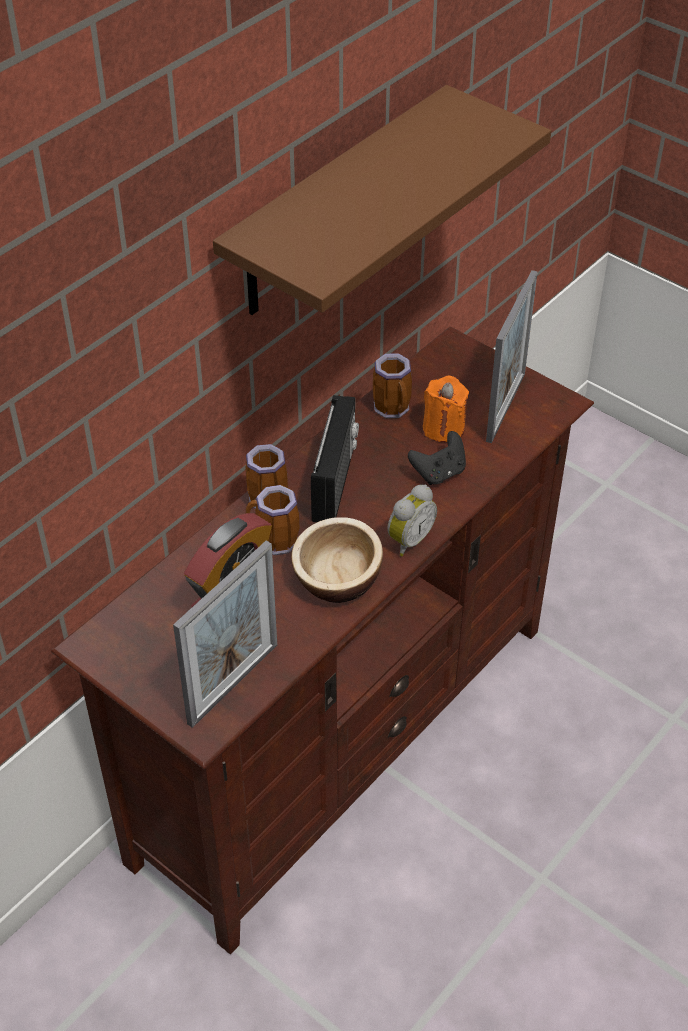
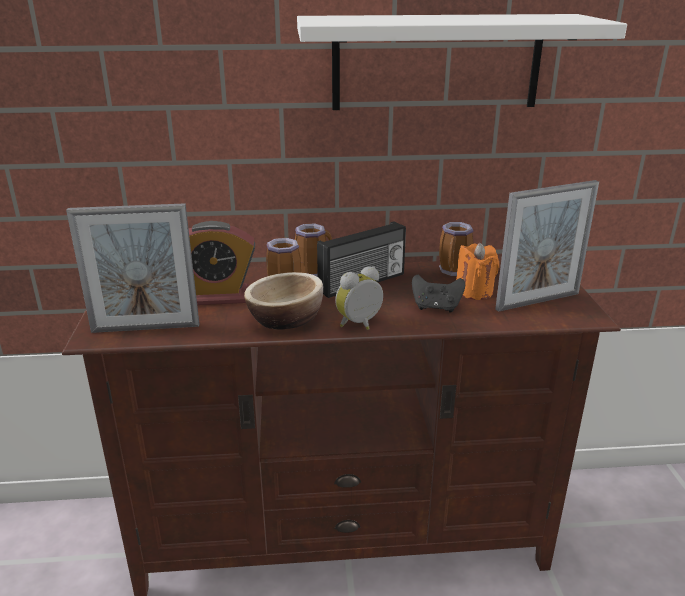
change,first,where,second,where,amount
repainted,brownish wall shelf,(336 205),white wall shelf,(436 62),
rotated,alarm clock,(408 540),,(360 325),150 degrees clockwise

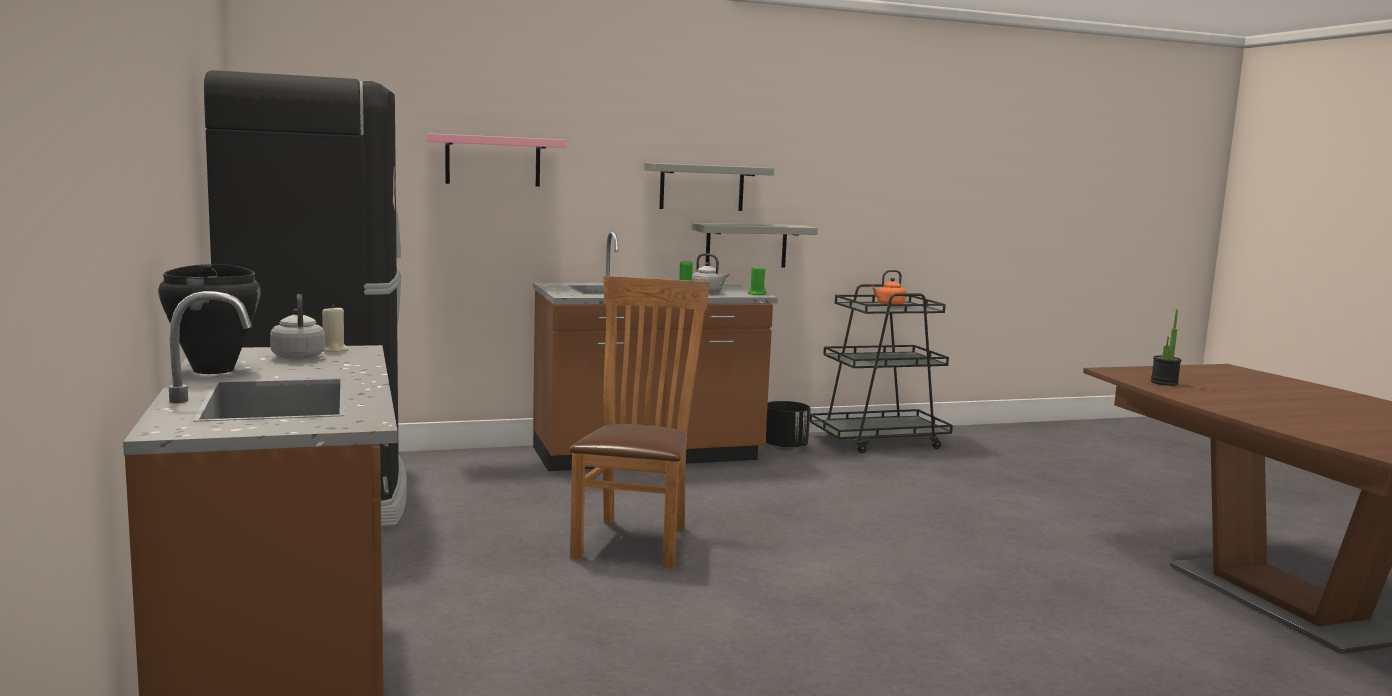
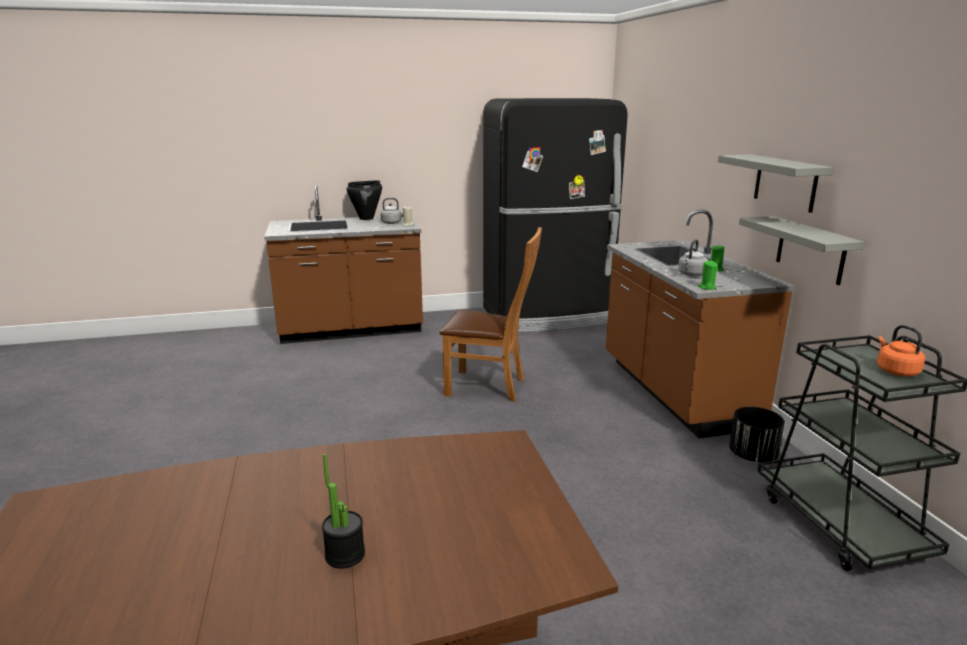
change,first,where,second,where,amount
gone,pink-coloured wall shelf,(493 161),,,
shifted,potted plant,(1164 383),,(345 555),

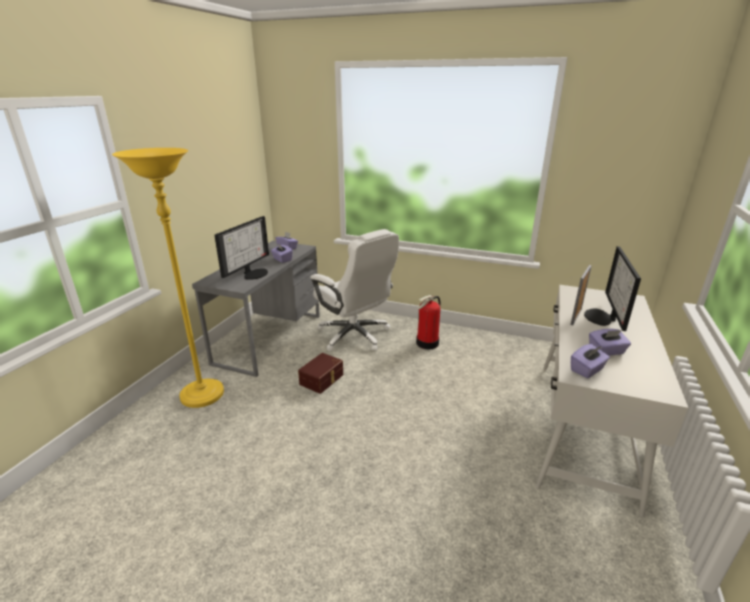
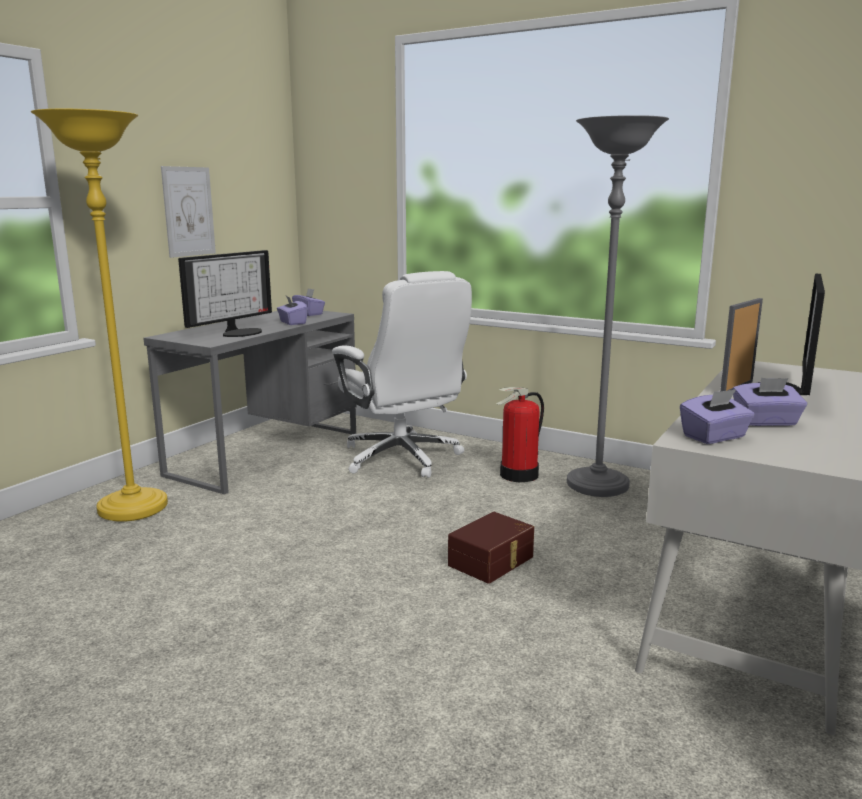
change,first,where,second,where,amount
shifted,brownish storage container,(322 379),,(492 561),
new,,,gray floor lamp,(597 486),
new,,,wall picture,(188 211),

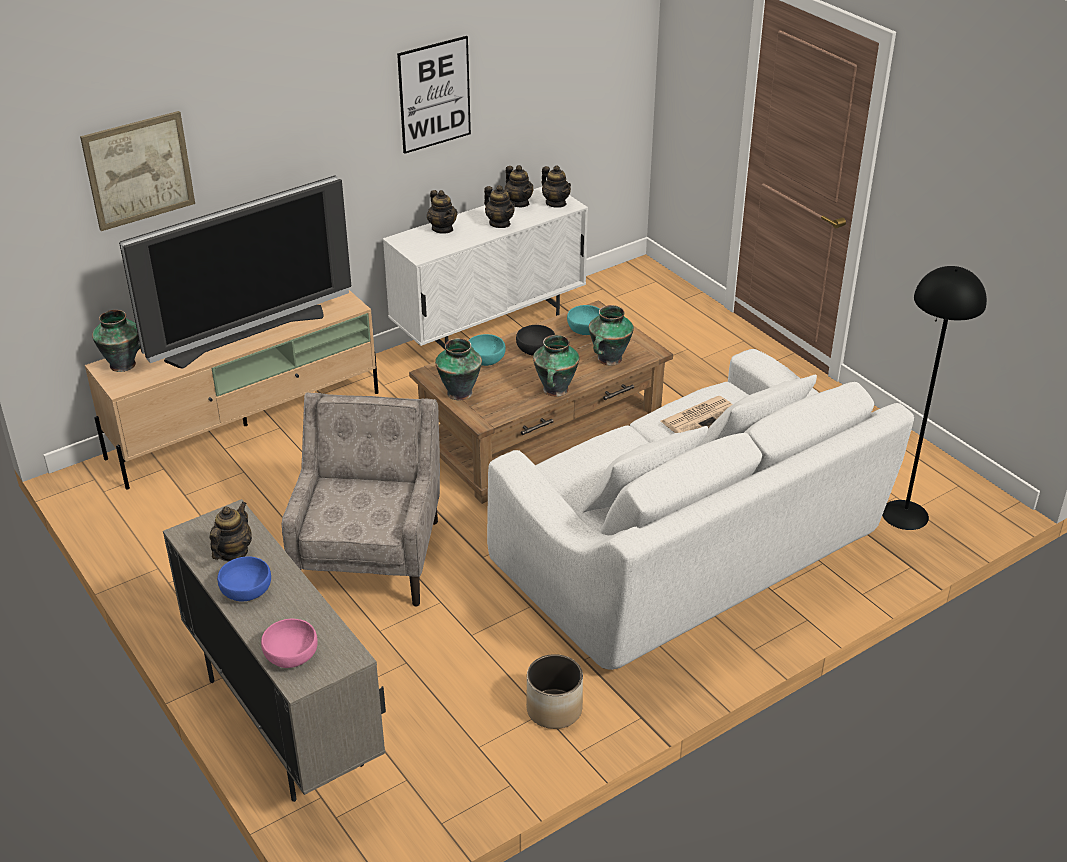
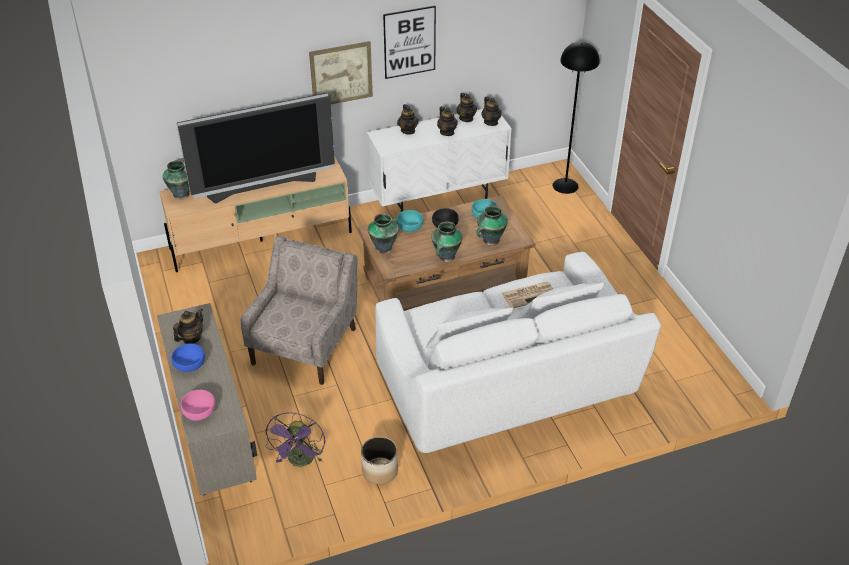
change,first,where,second,where,amount
shifted,wall picture,(139 170),,(341 74),
shifted,blackish floor lamp,(905 515),,(565 186),
new,,,purplish electric fan,(300 461),

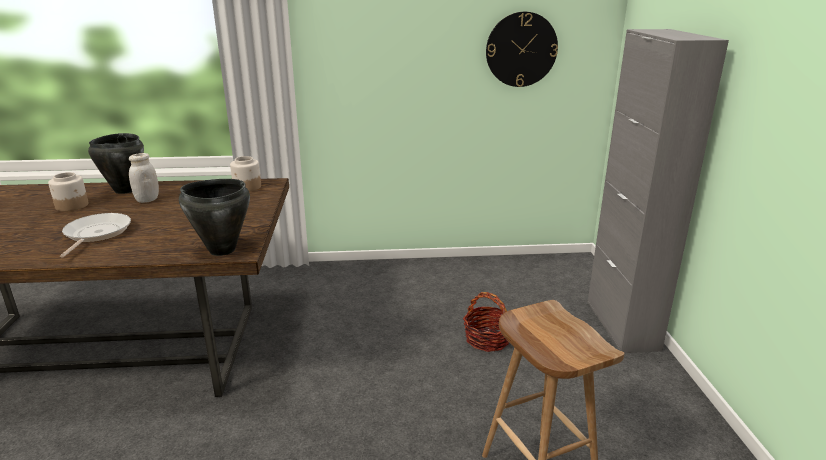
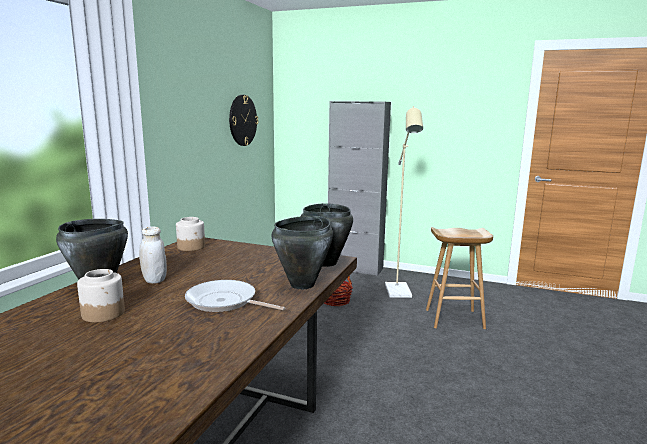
change,first,where,second,where,amount
new,,,beige floor lamp,(399 293),
new,,,blackish saucepot,(303 284),

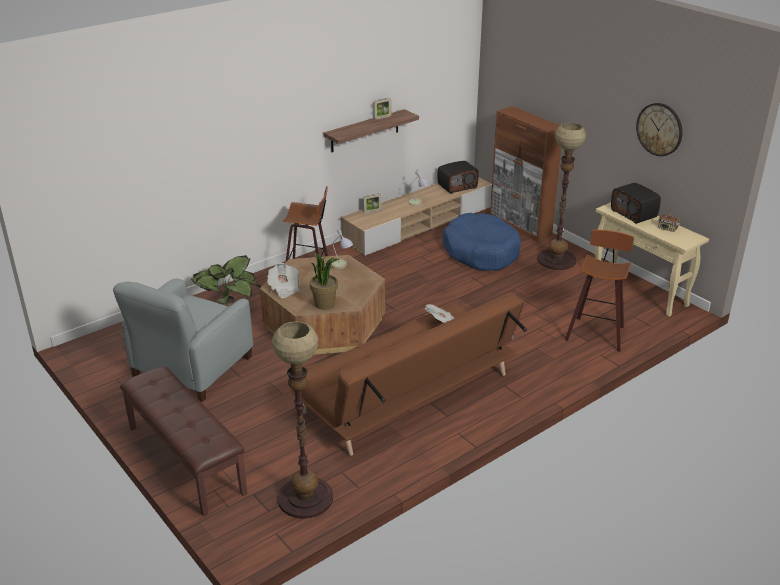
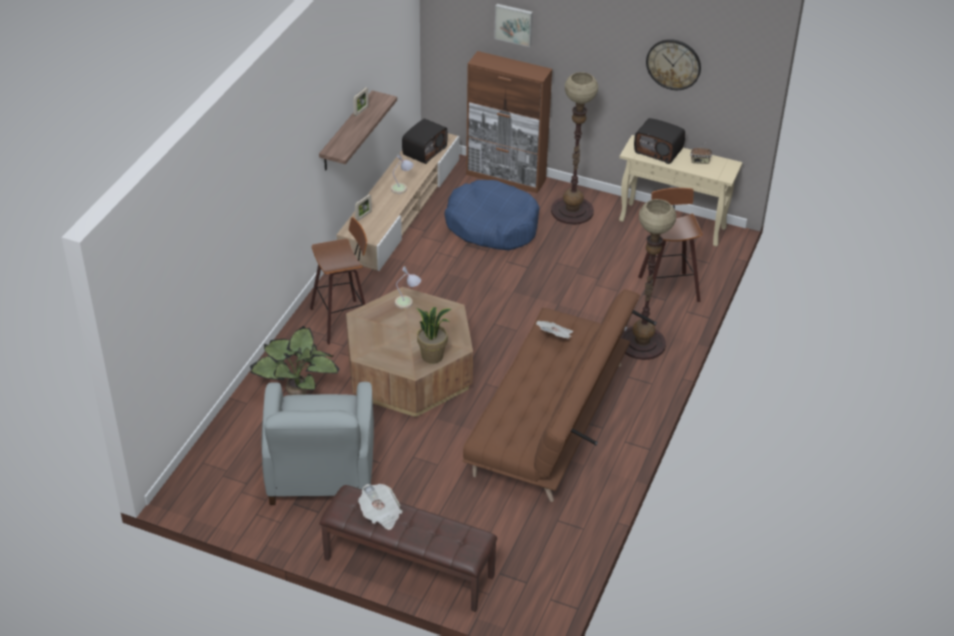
change,first,where,second,where,amount
shifted,newspaper,(284 288),,(380 514),
shifted,floor lamp,(305 498),,(642 343),
new,,,wall picture,(514 24),

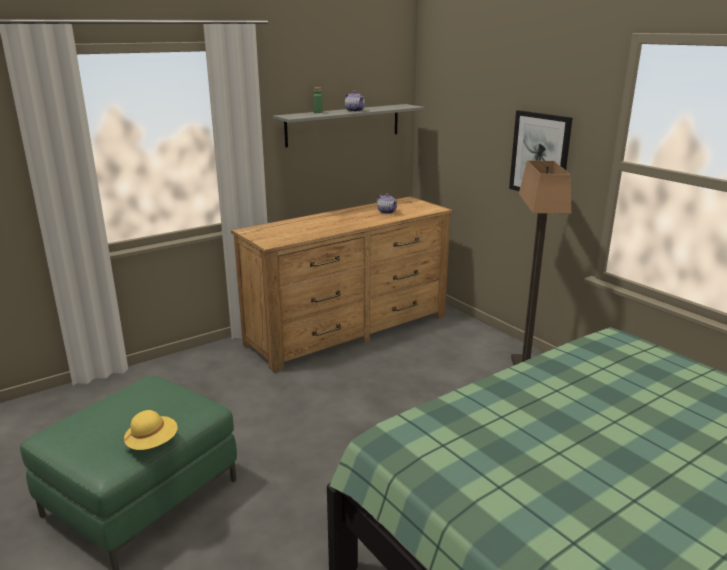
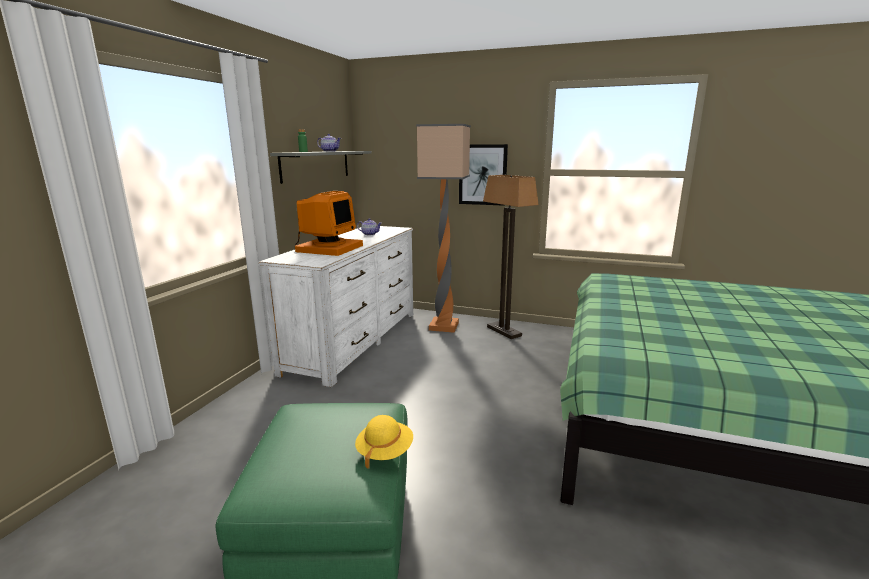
change,first,where,second,where,amount
repainted,brownish drawer chest,(348 330),white drawer chest,(354 340),
new,,,floor lamp,(445 326),
new,,,computer display,(328 248),

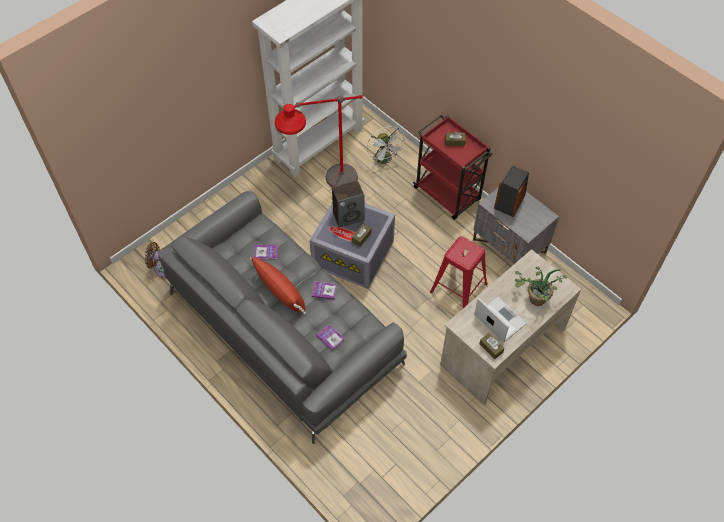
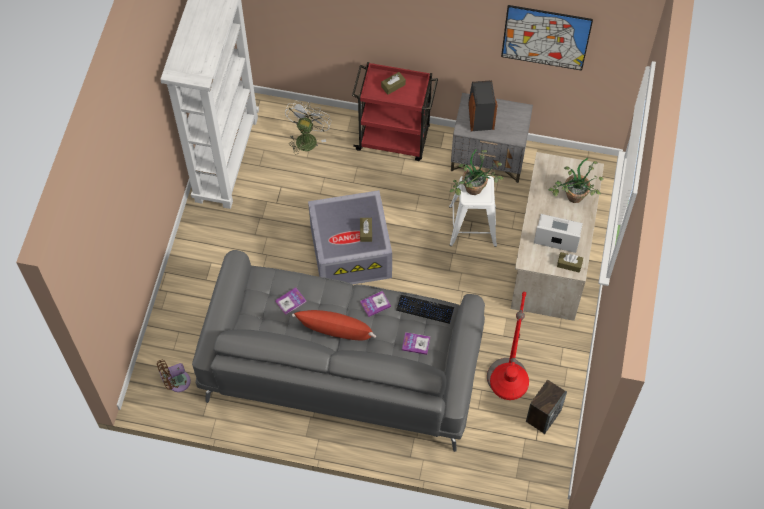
change,first,where,second,where,amount
shifted,red floor lamp,(324 189),,(502 404),
rotated,white electric fan,(385 160),,(307 138),105 degrees counterclockwise
shifted,audio speaker,(348 216),,(543 415),
repainted,red sitting stool,(458 287),white sitting stool,(472 225),
new,,,wall picture,(545 37),
new,,,potted plant,(473 192),
new,,,PC keyboard,(425 309),

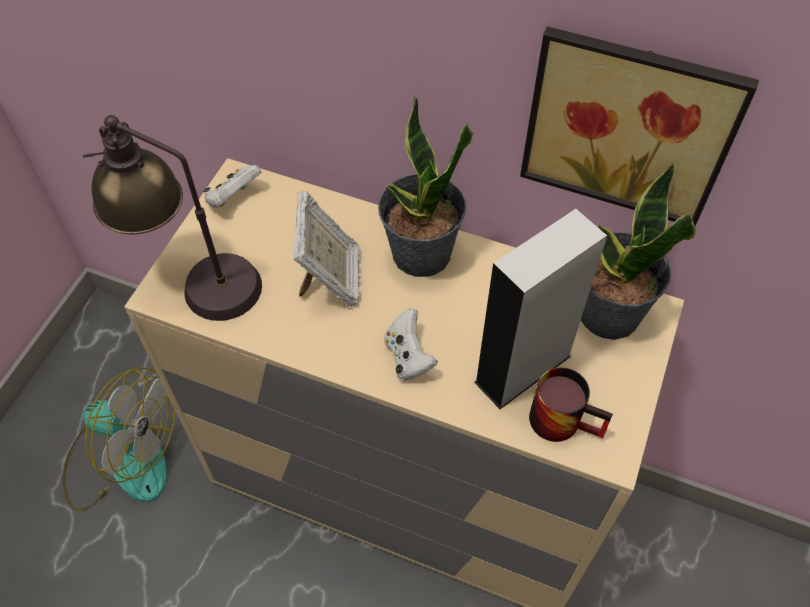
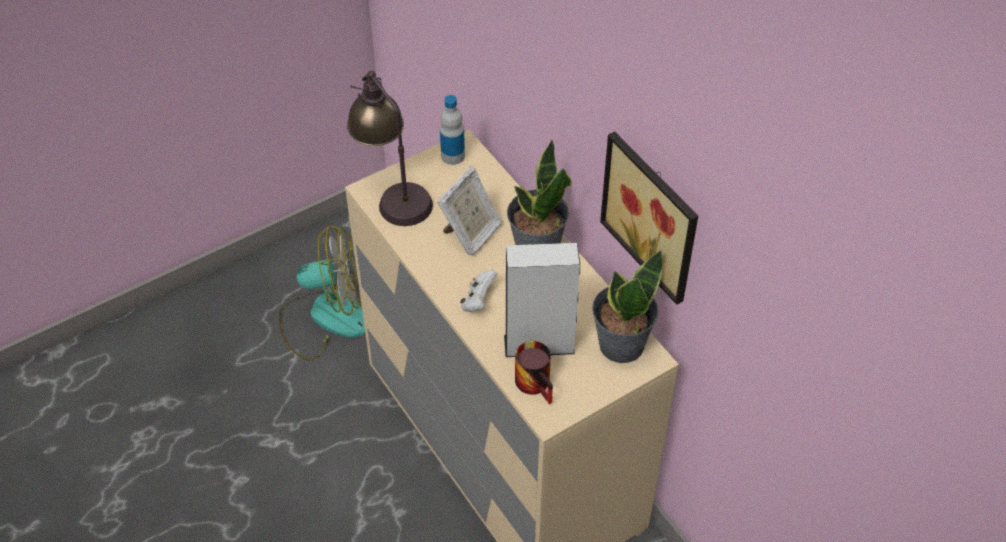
change,first,where,second,where,amount
swapped,white gamepad,(233 198),bottle,(453 156),
rotated,electric fan,(123 459),,(324 317),60 degrees counterclockwise

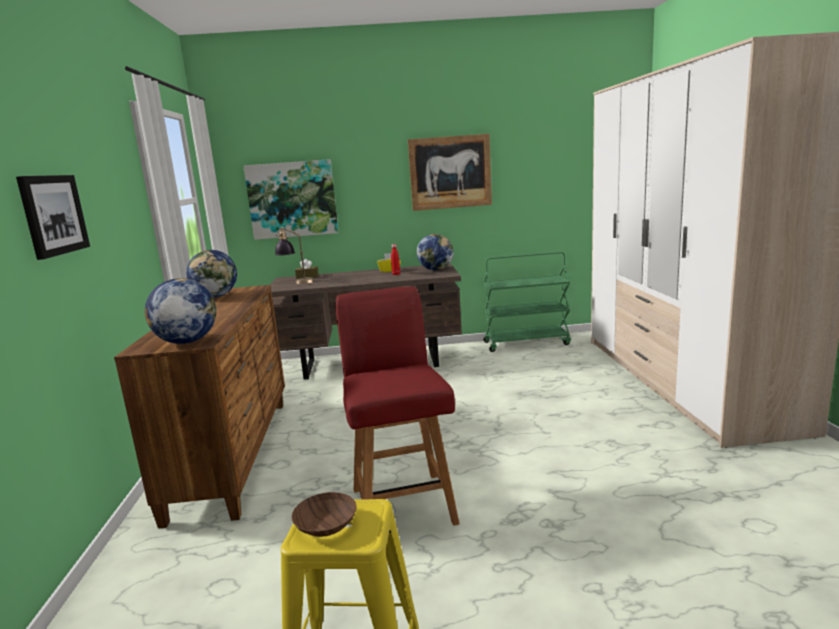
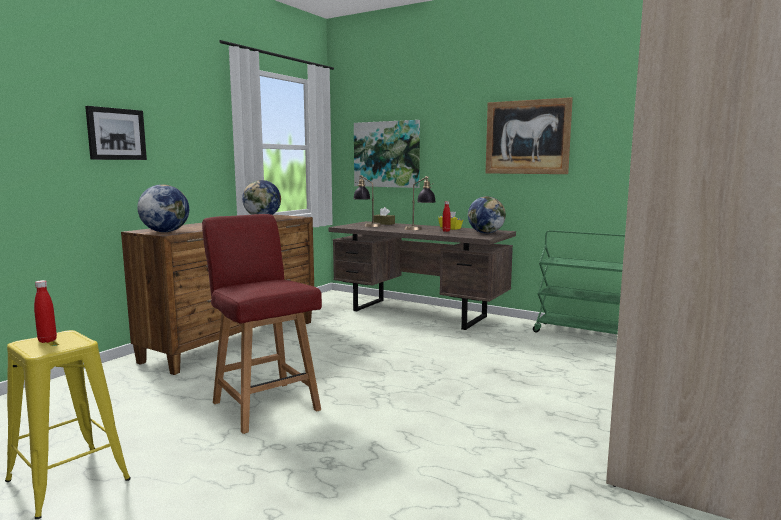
change,first,where,second,where,amount
rotated,red plain chair,(403 504),,(265 405),60 degrees counterclockwise
swapped,brownish deep dish,(325 524),red bottle,(47 340),
new,,,lamp for a table,(419 229),

